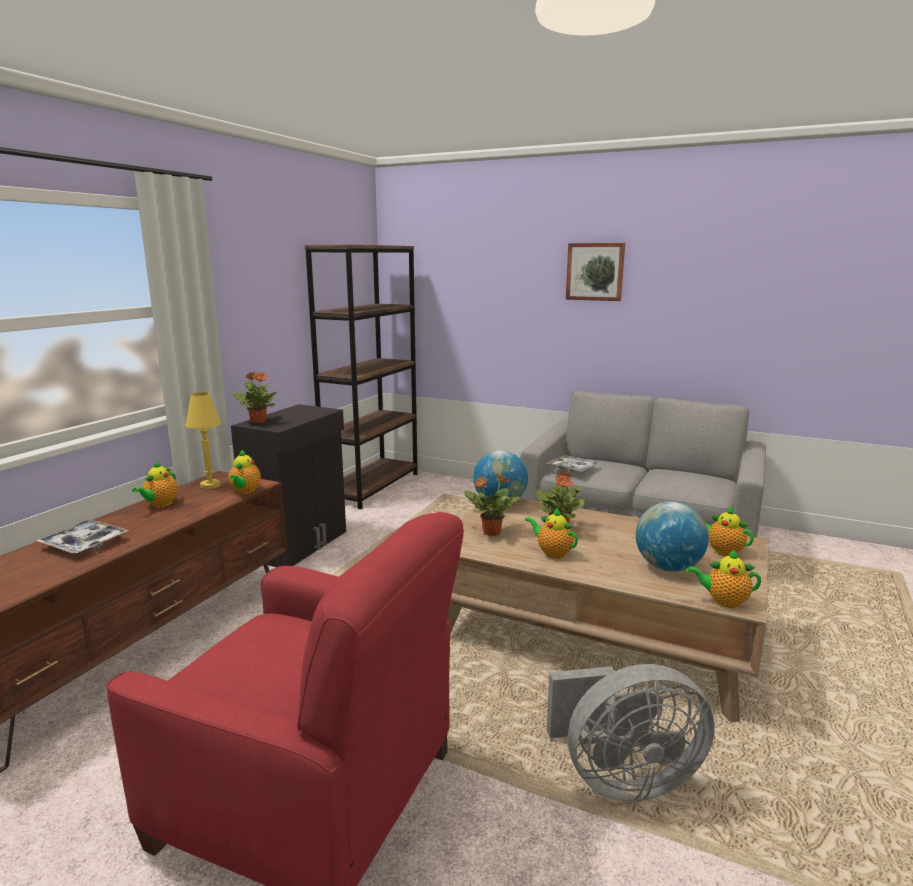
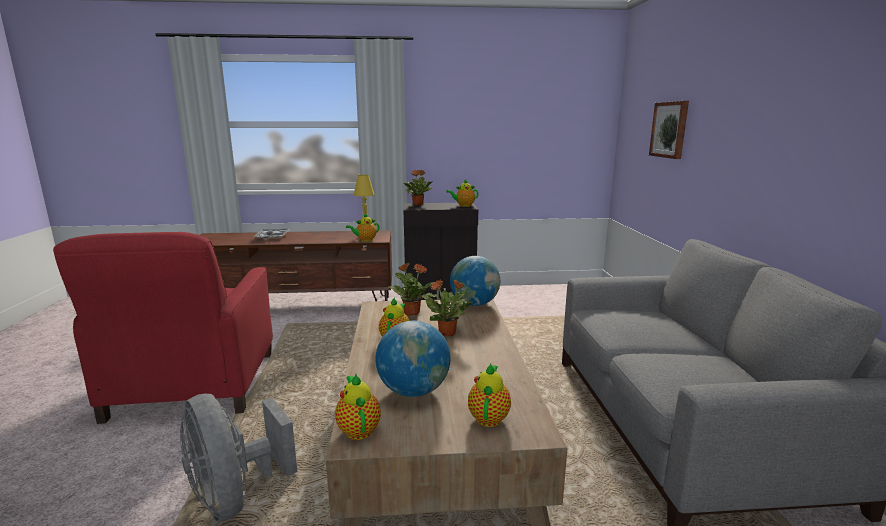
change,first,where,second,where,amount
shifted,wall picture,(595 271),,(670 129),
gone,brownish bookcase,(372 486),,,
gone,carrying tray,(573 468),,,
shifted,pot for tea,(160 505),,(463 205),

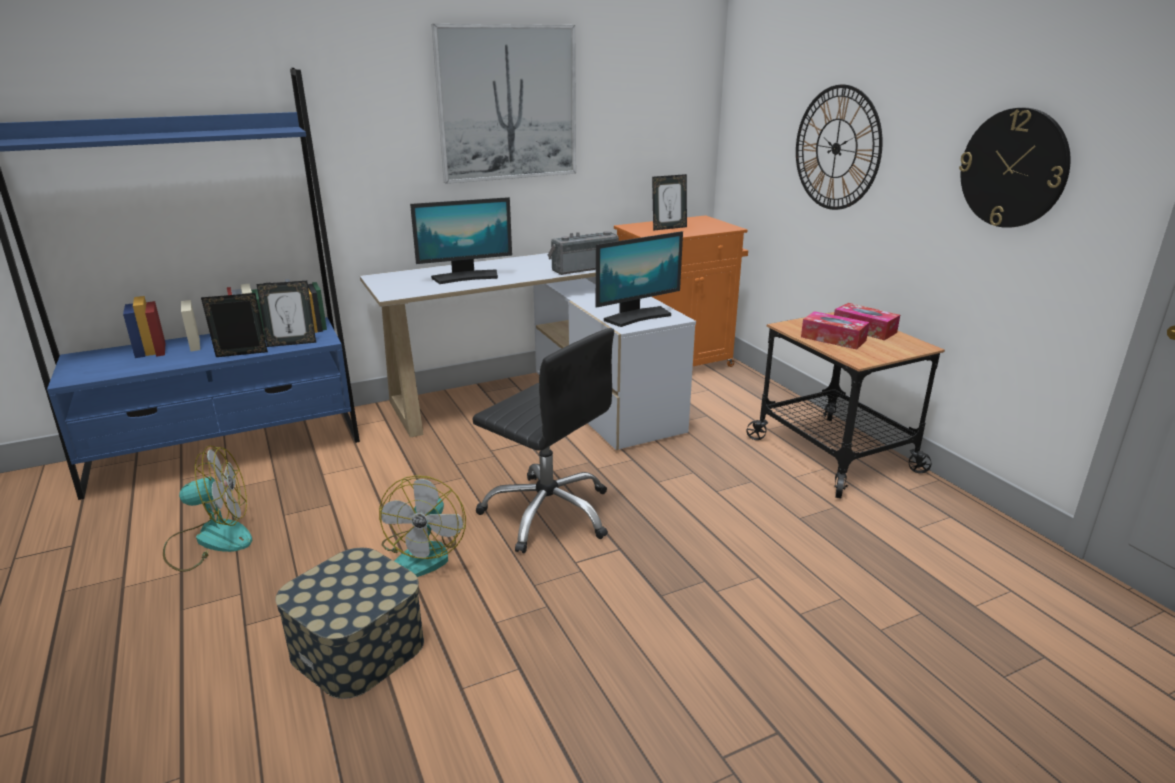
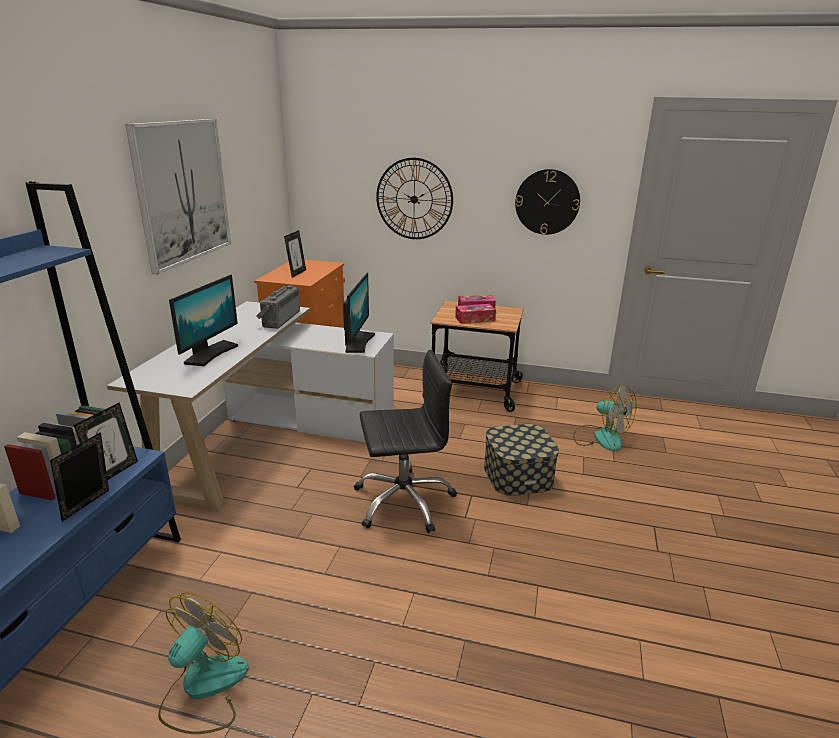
change,first,where,second,where,amount
shifted,electric fan,(424 553),,(600 437),
shifted,storage container,(357 647),,(518 475),

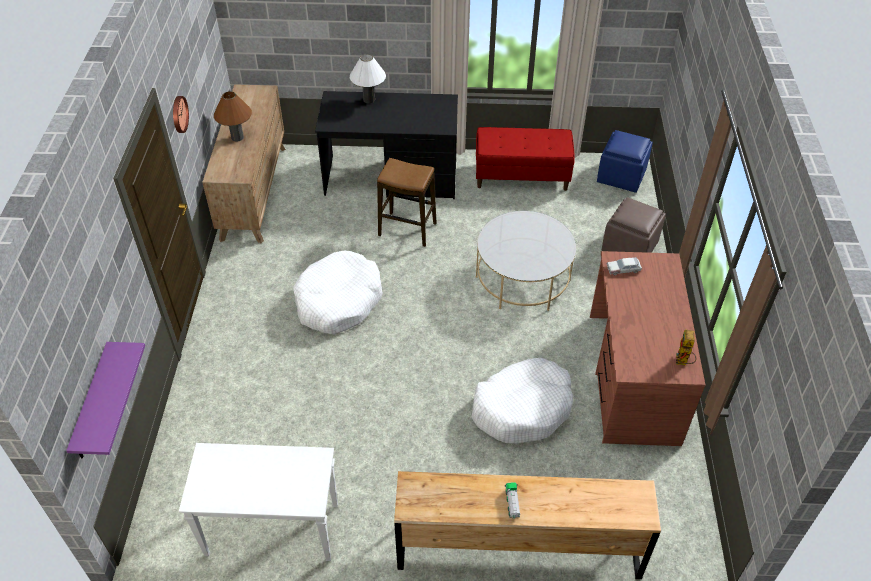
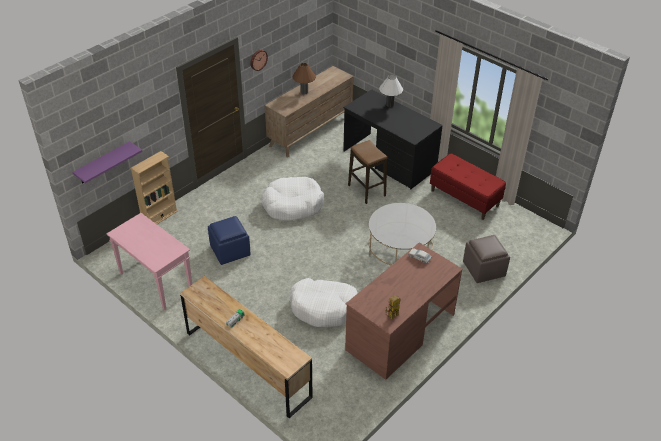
change,first,where,second,where,amount
shifted,bluish pouffe,(622 176),,(230 251),
repainted,white console table,(271 530),pink-coloured console table,(155 282),
new,,,beige bookcase,(159 217),

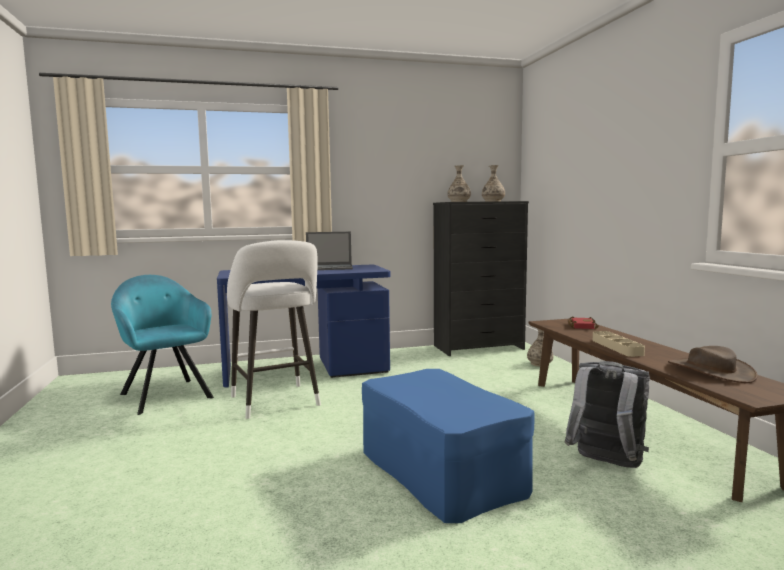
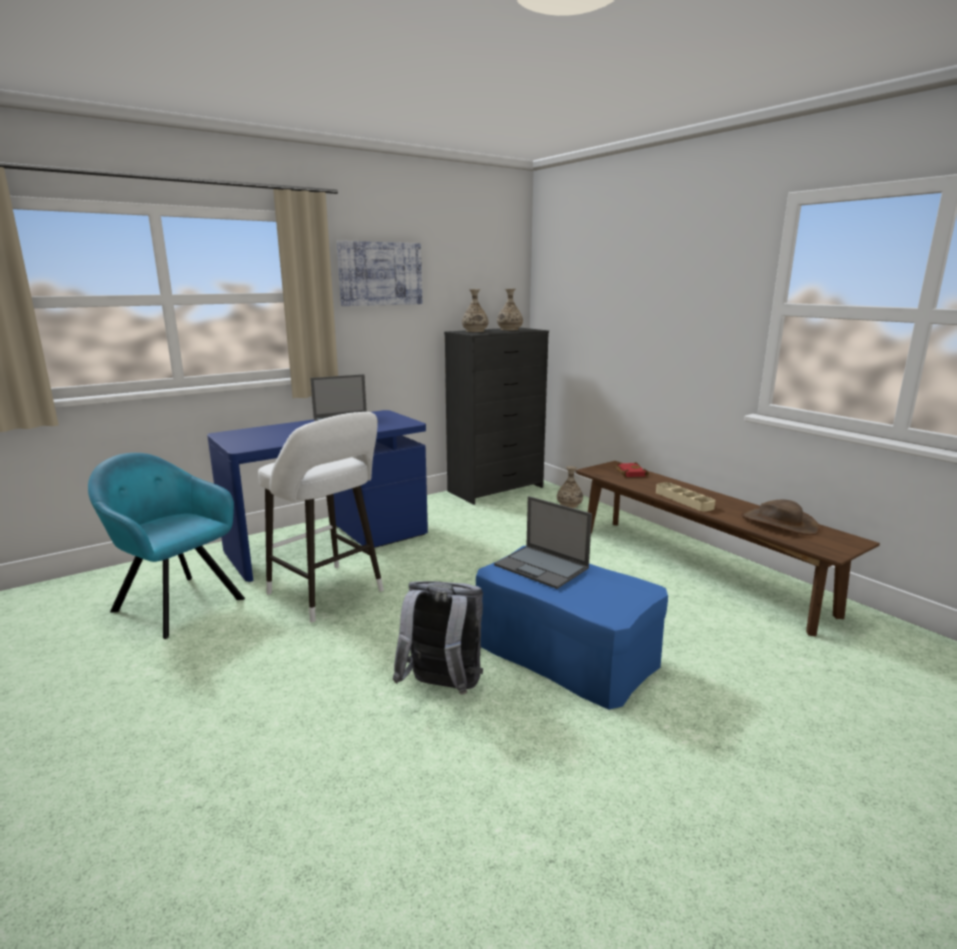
change,first,where,second,where,amount
shifted,gray knapsack,(606 464),,(442 688),
new,,,wall picture,(380 274),
new,,,laptop,(542 567),

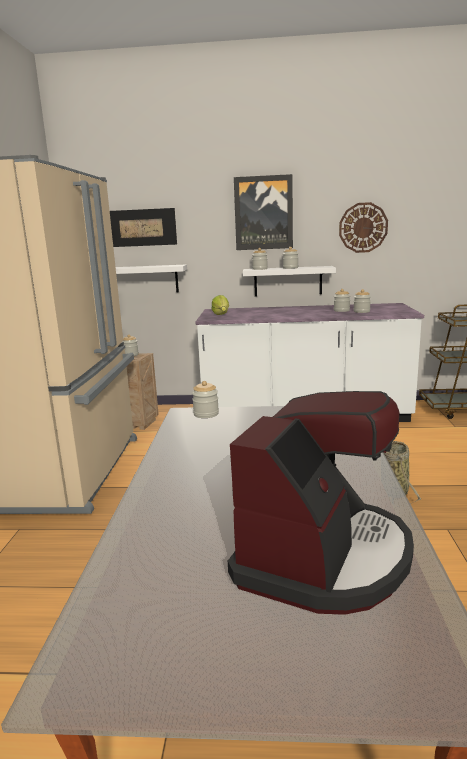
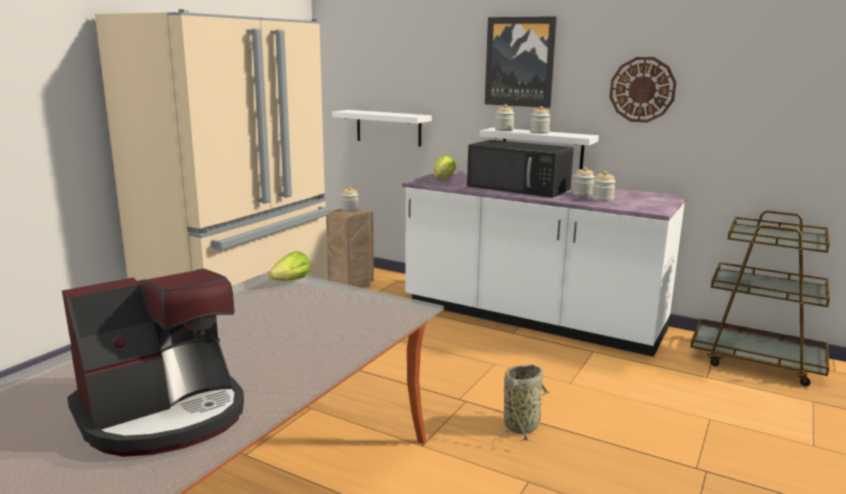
change,first,where,second,where,amount
gone,wall picture,(141 227),,,
swapped,jar,(206 414),head of lettuce,(291 281),
new,,,blackish microwave,(520 188),

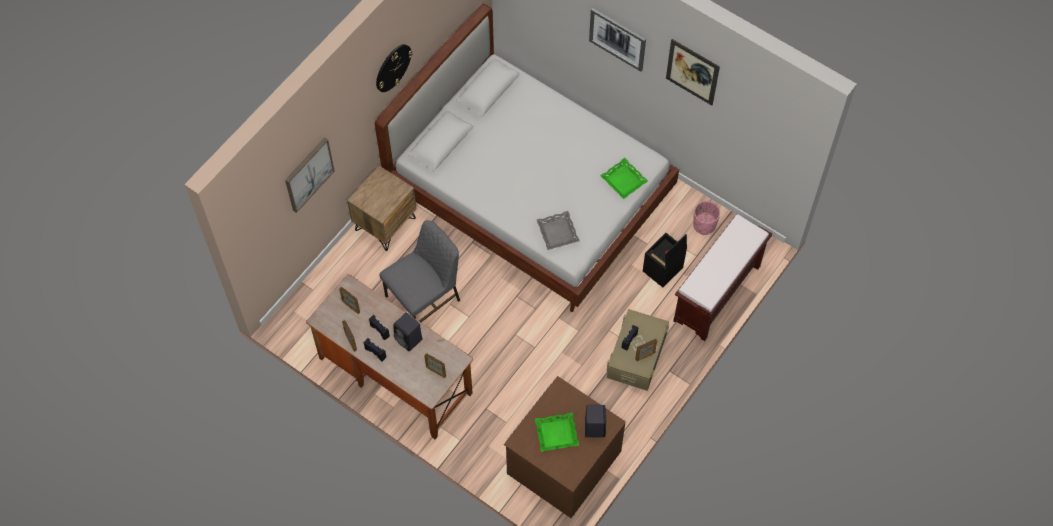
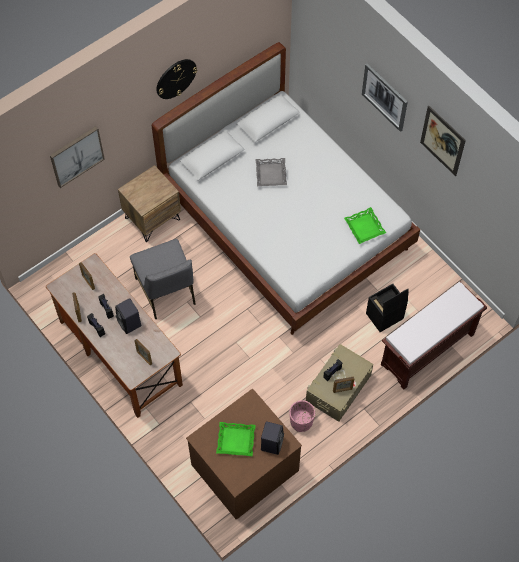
change,first,where,second,where,amount
shifted,pink-coloured flower pot,(704 225),,(301 422),
shifted,gray carrying tray,(557 232),,(270 174),
rotated,gray plain chair,(424 298),,(166 291),90 degrees clockwise

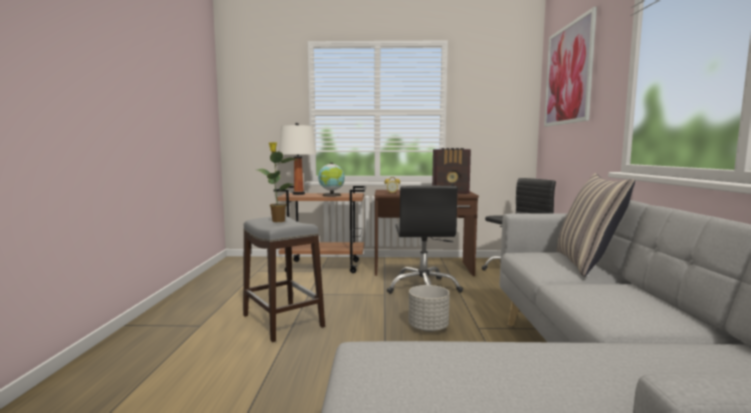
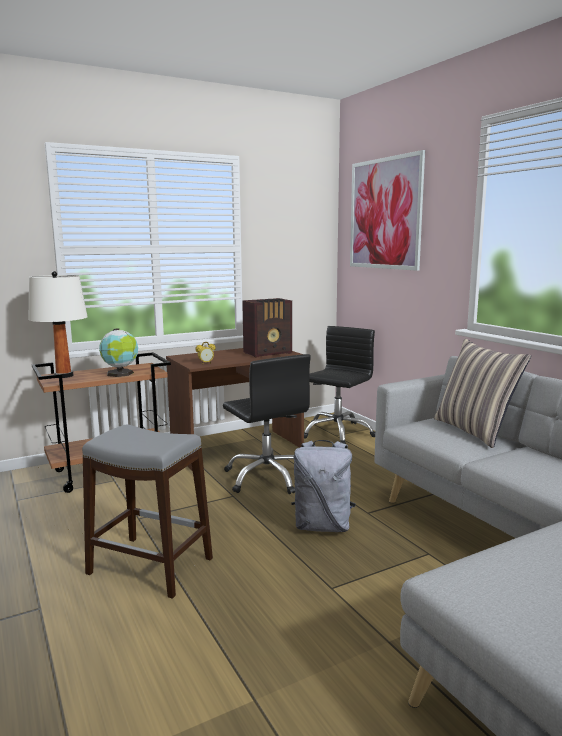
change,first,where,second,where,amount
gone,potted plant,(277 221),,,
swapped,gray flower pot,(428 327),gray knapsack,(323 526),

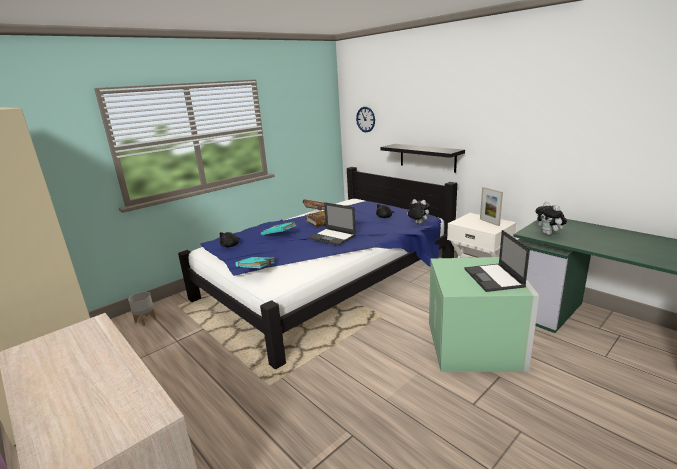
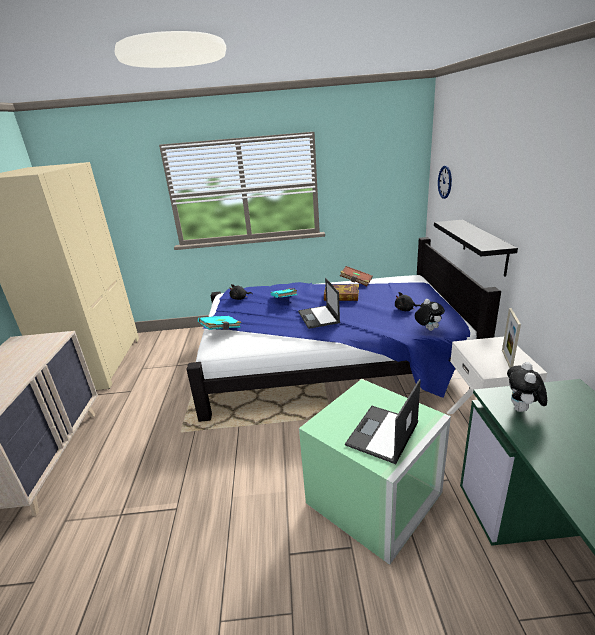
change,first,where,second,where,amount
gone,gray flower pot,(145 320),,,

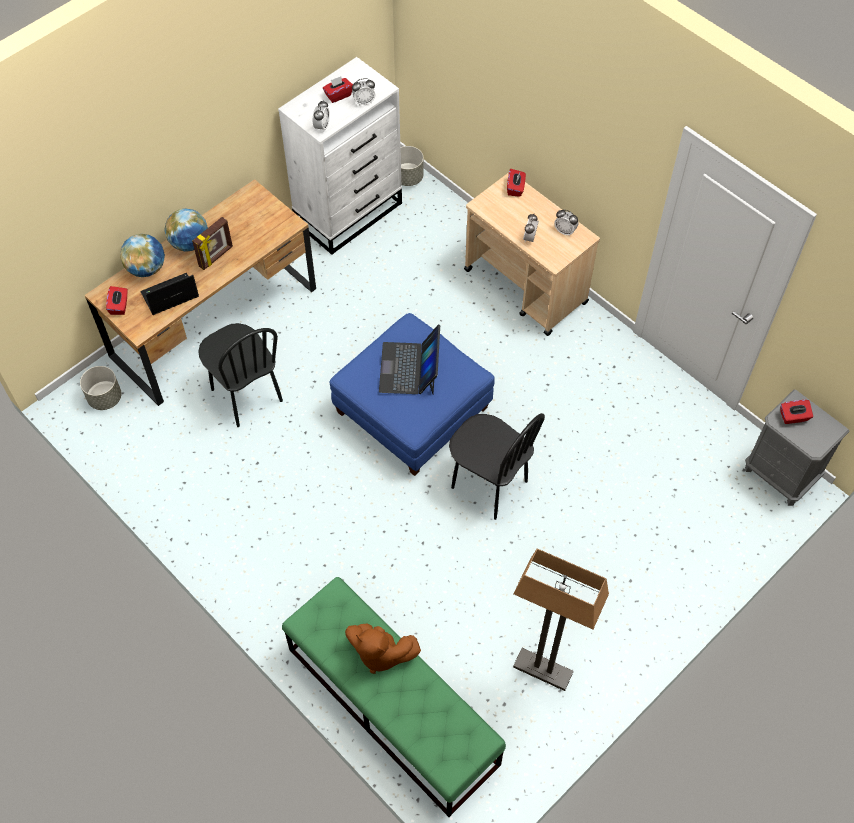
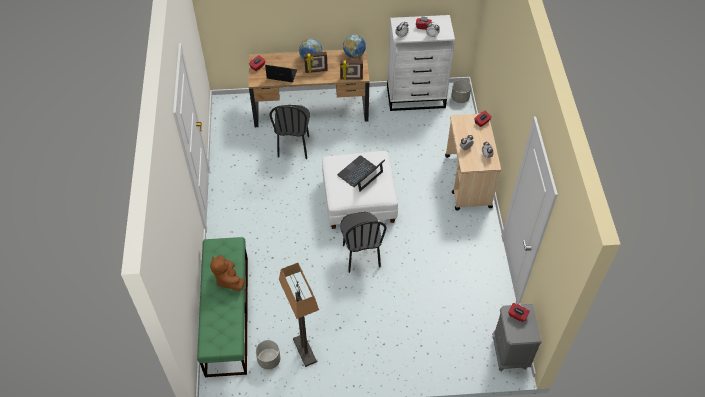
change,first,where,second,where,amount
shifted,world globe,(146 268),,(354 54),
repainted,bluish pouffe,(413 410),white pouffe,(359 200),
shifted,gray flower pot,(105 398),,(269 360),
new,,,picture frame,(351 78),

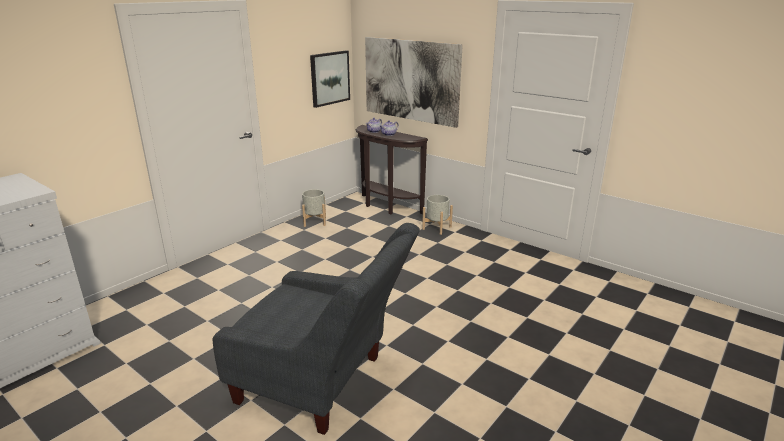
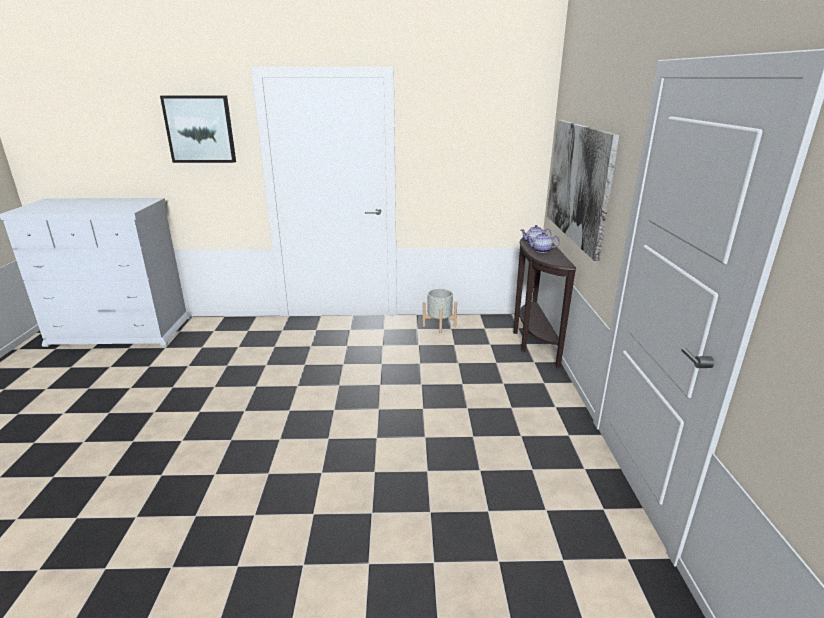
change,first,where,second,where,amount
shifted,wall picture,(329 78),,(200 129),
gone,gray flower pot,(436 228),,,
gone,gray lounge chair,(324 384),,,

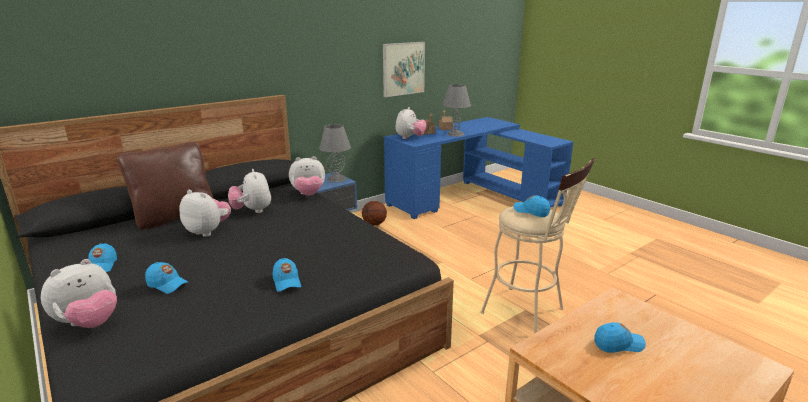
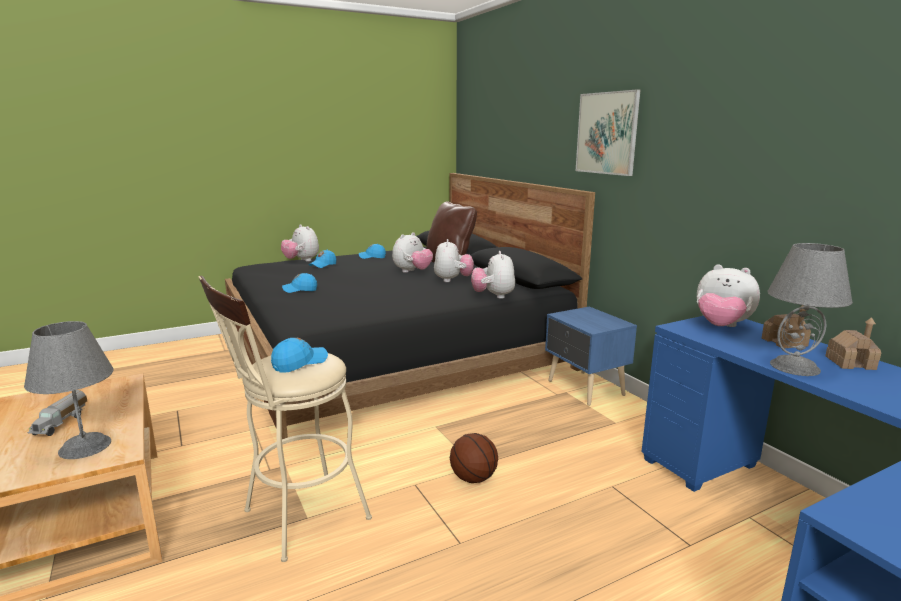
change,first,where,second,where,amount
shifted,wall picture,(403 69),,(607 133),
shifted,gray lamp for a table,(336 179),,(85 446),
rotated,soft toy,(252 211),,(452 280),105 degrees clockwise
shifted,basketball ball,(374 224),,(474 478),
swapped,bluish baseball cap,(618 344),toy lorry,(61 423),

